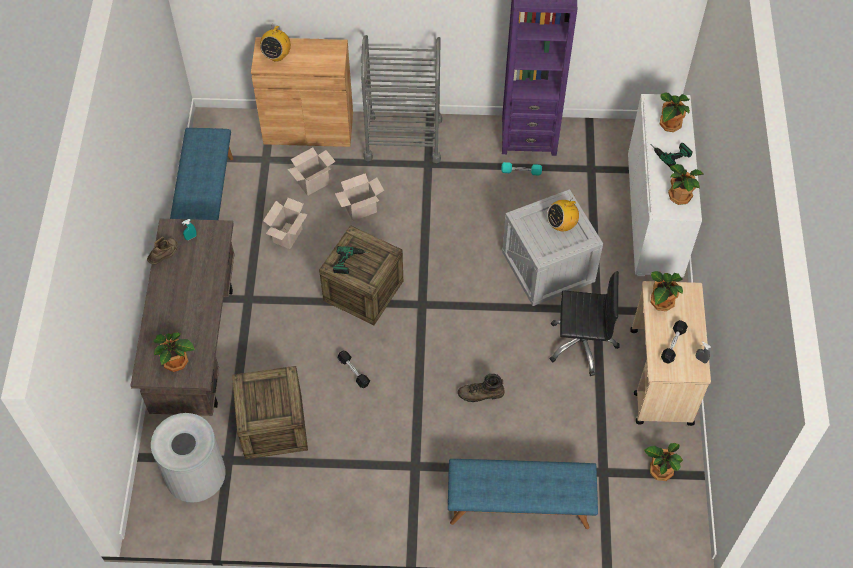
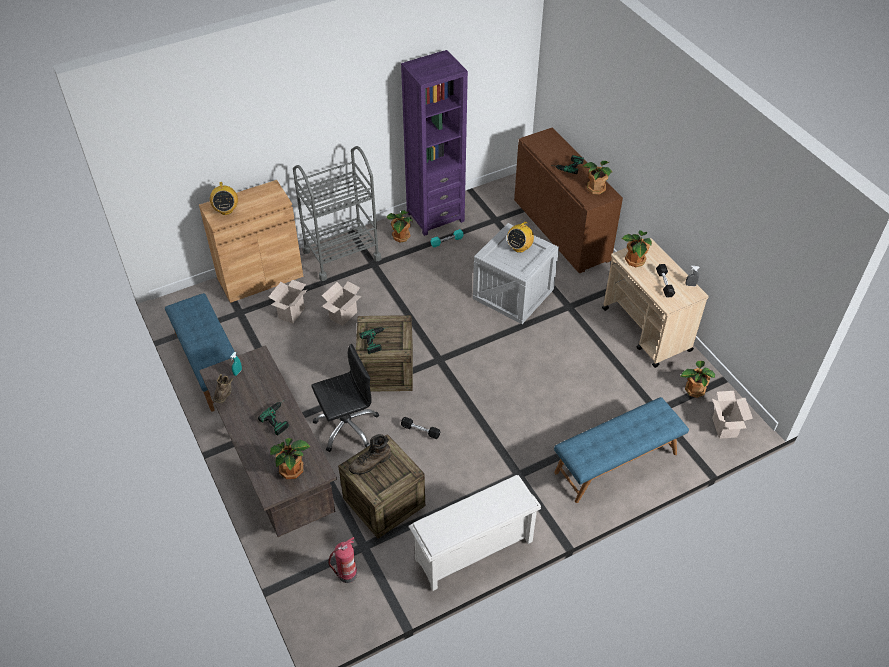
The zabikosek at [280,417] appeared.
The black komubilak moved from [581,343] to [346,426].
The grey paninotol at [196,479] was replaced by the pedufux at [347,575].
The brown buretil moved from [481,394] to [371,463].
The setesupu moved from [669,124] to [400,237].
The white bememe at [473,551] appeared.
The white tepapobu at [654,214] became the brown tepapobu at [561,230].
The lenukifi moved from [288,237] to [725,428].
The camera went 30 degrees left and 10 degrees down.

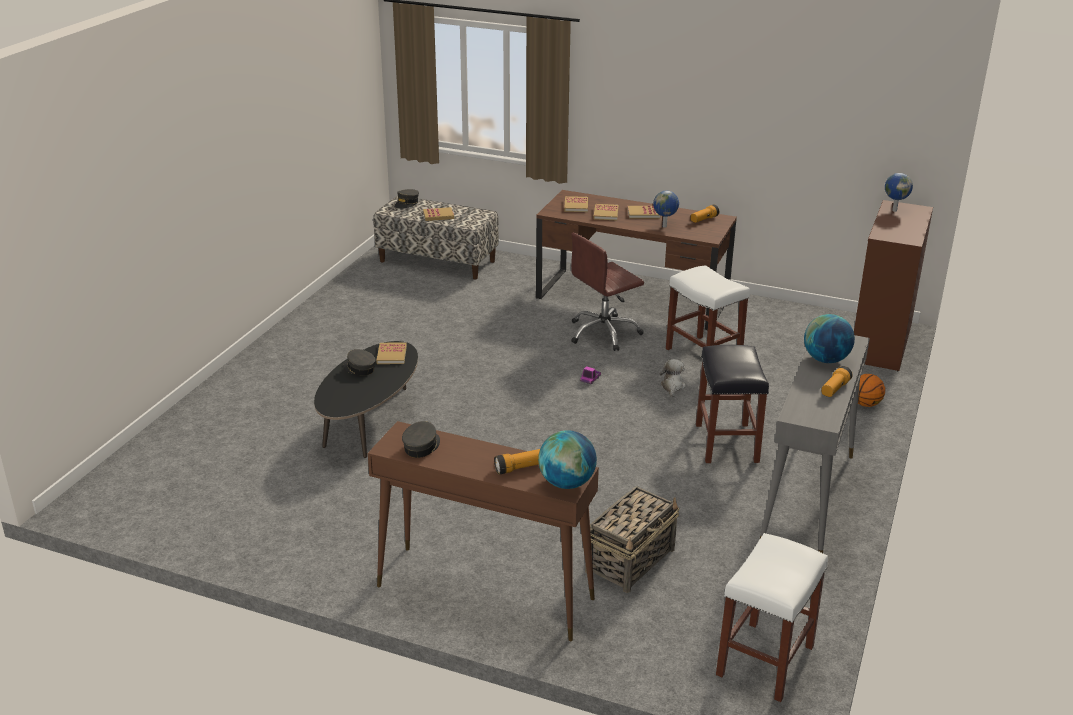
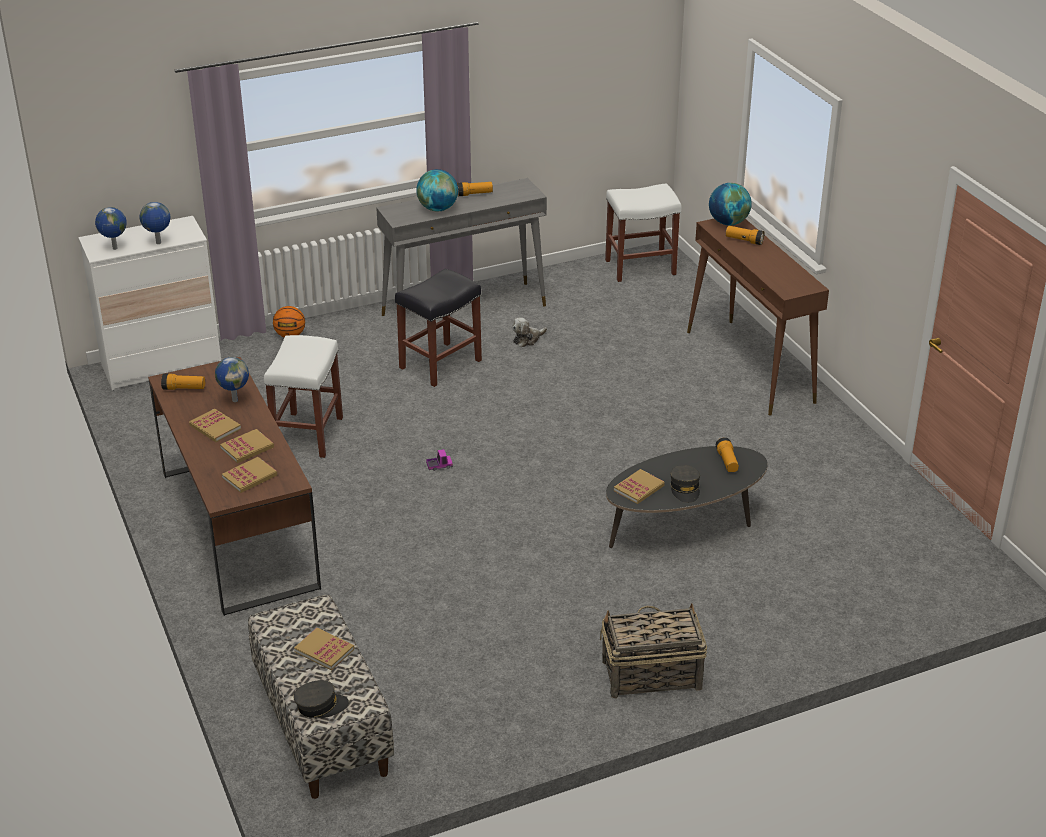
The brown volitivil at [880,343] became the white volitivil at [161,365].
The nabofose at [158,243] appeared.
The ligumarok moved from [672,387] to [527,339].
The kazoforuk moved from [631,560] to [650,675].
The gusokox at [727,462] appeared.
The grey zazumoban at [421,446] disappeared.
The brown komubilak at [604,333] disappeared.
The camera went 135 degrees left and 5 degrees up.

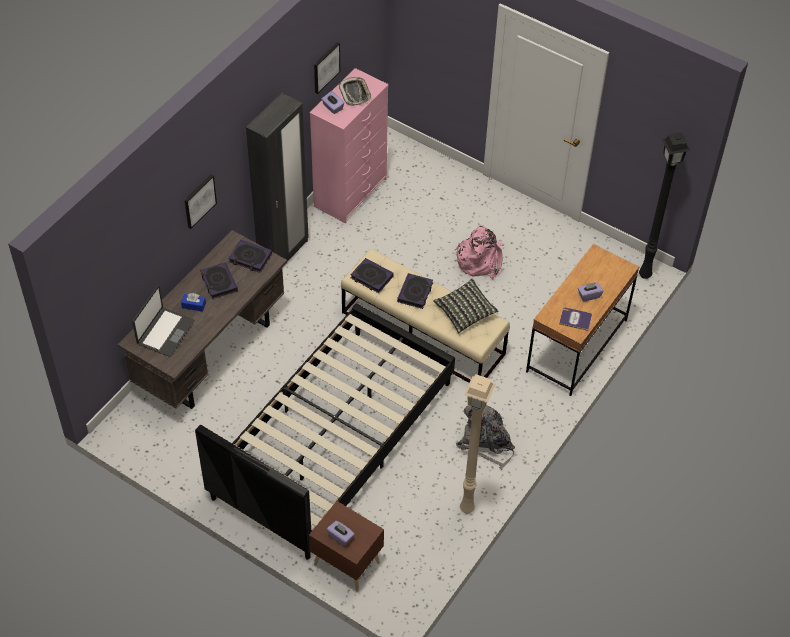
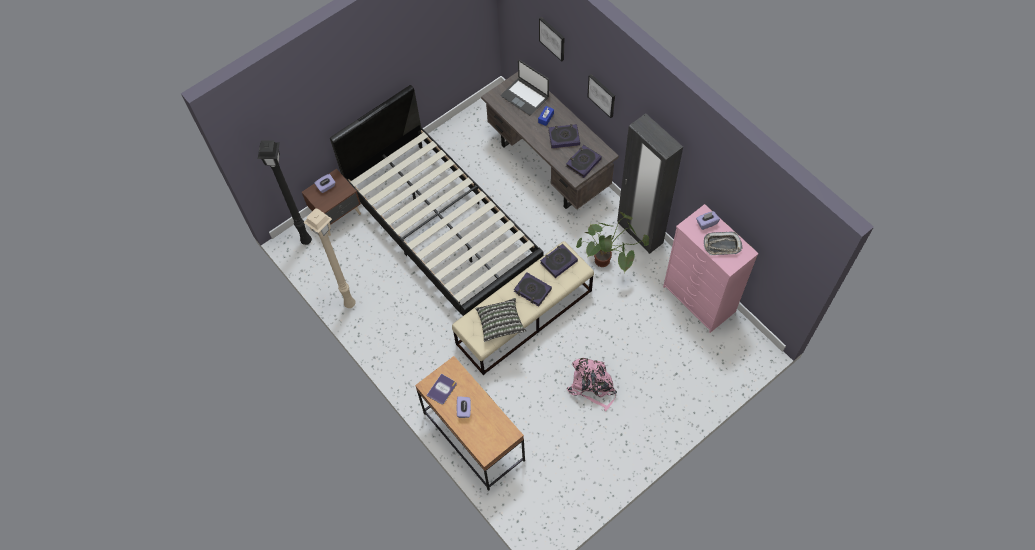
The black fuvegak moved from [646,275] to [305,241].
The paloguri moved from [325,67] to [552,38].
The setesupu at [609,258] appeared.
The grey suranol at [486,442] disappeared.
The camera went 110 degrees right and 10 degrees up.

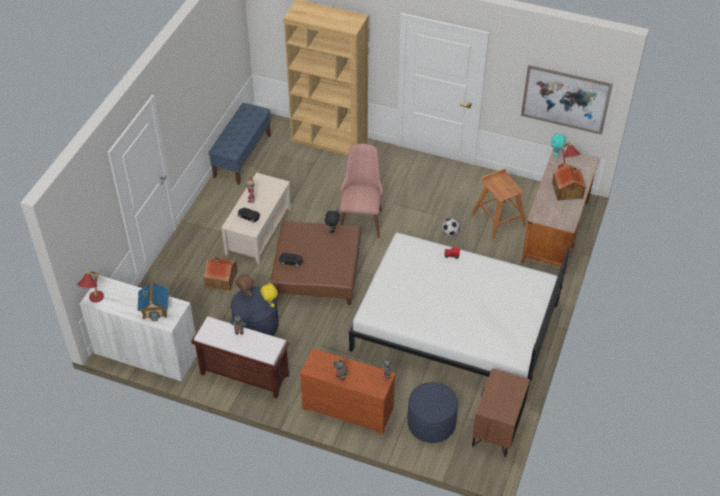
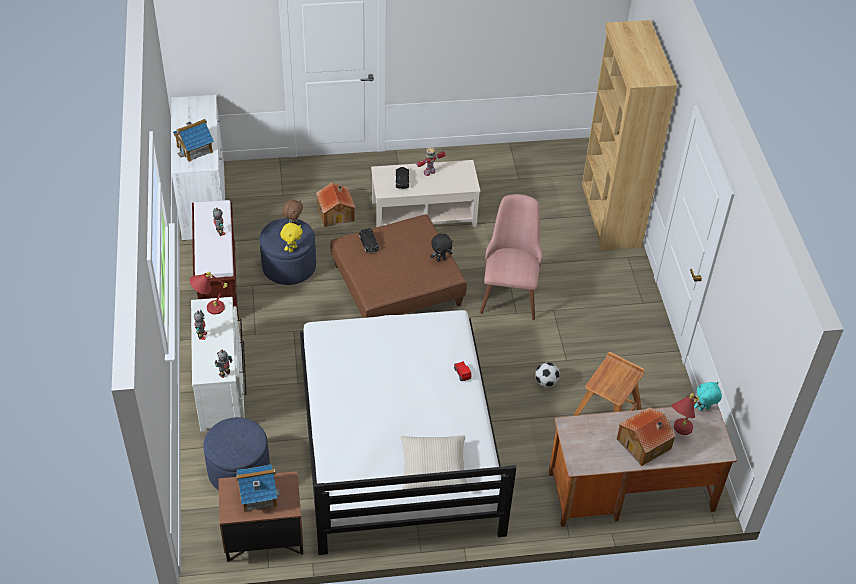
The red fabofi moved from [94,301] to [208,308].
The brown volitivil at [348,407] became the white volitivil at [222,387].
The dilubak at [258,495] appeared.
The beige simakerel at [433,468] appeared.
The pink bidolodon at [361,217] turned 60 degrees counterclockwise.
The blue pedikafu at [242,156] disappeared.
The paloguri at [565,99] disappeared.
The camera went 60 degrees right and 0 degrees up.

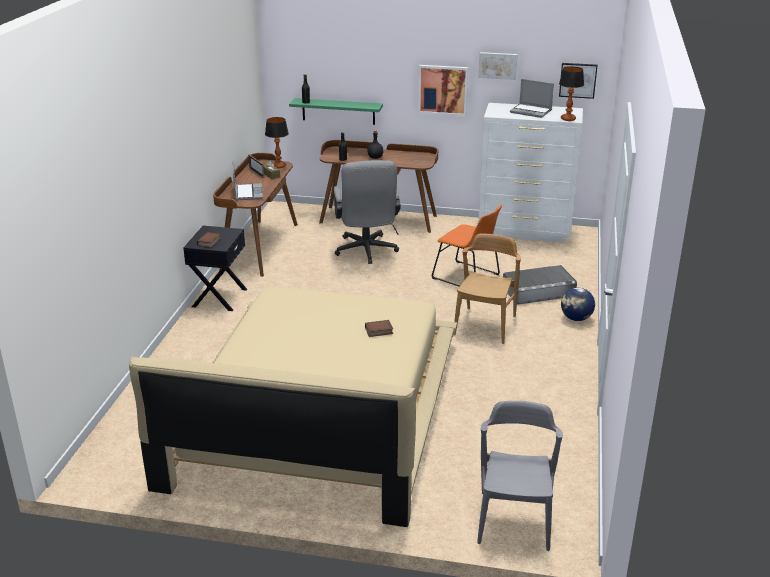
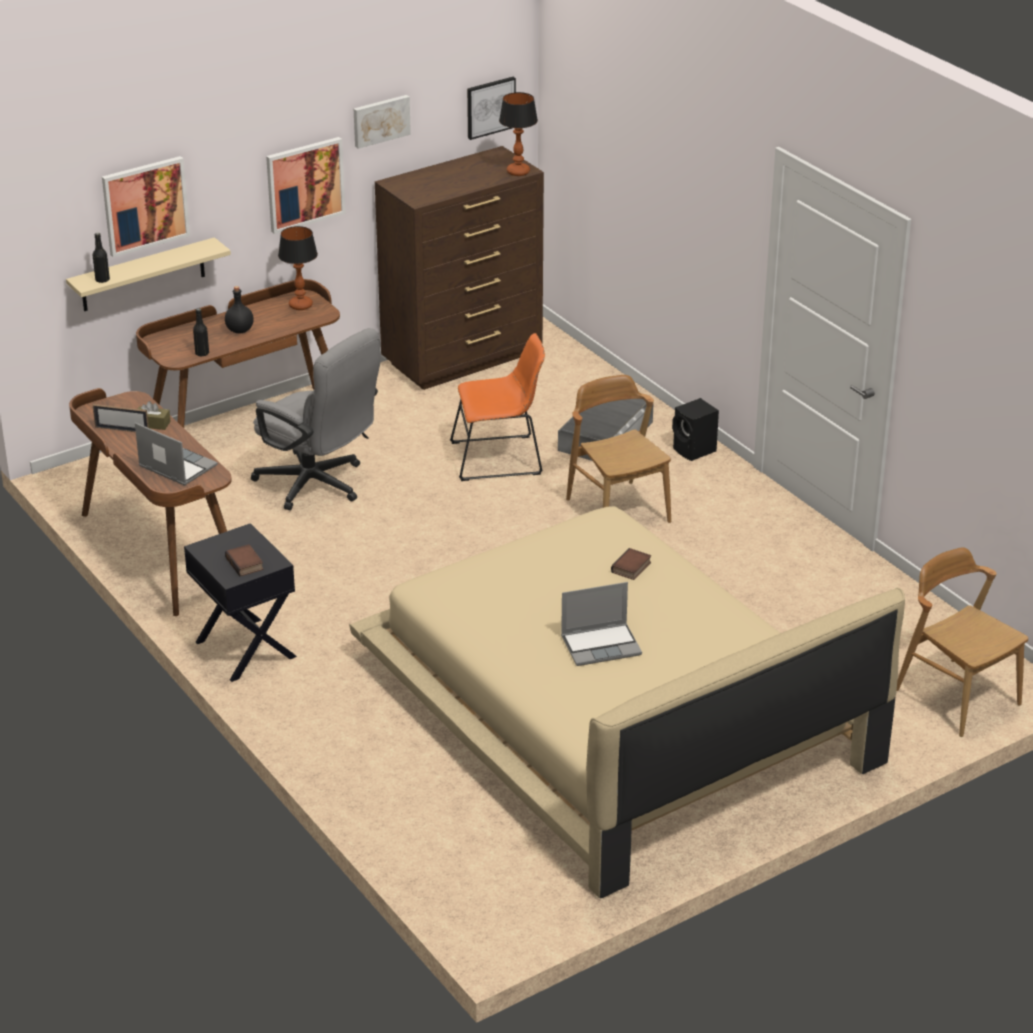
The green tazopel at [338,111] became the beige tazopel at [143,275].
The paloguri at [145,205] appeared.
The fabofi moved from [278,166] to [300,305].
The white volitivil at [525,231] became the brown volitivil at [464,359].
The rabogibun moved from [531,111] to [601,645].
The nabofose at [576,318] was replaced by the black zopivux at [695,451].
The grey bidolodon at [514,520] became the brown bidolodon at [957,697].
The camera went 45 degrees left and 5 degrees up.

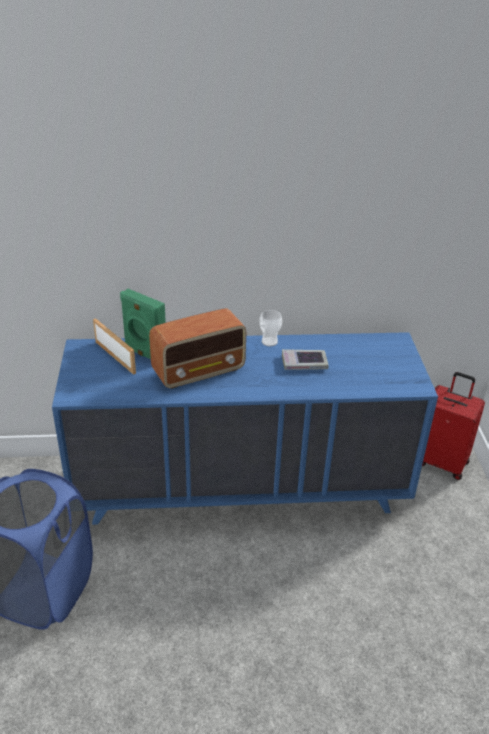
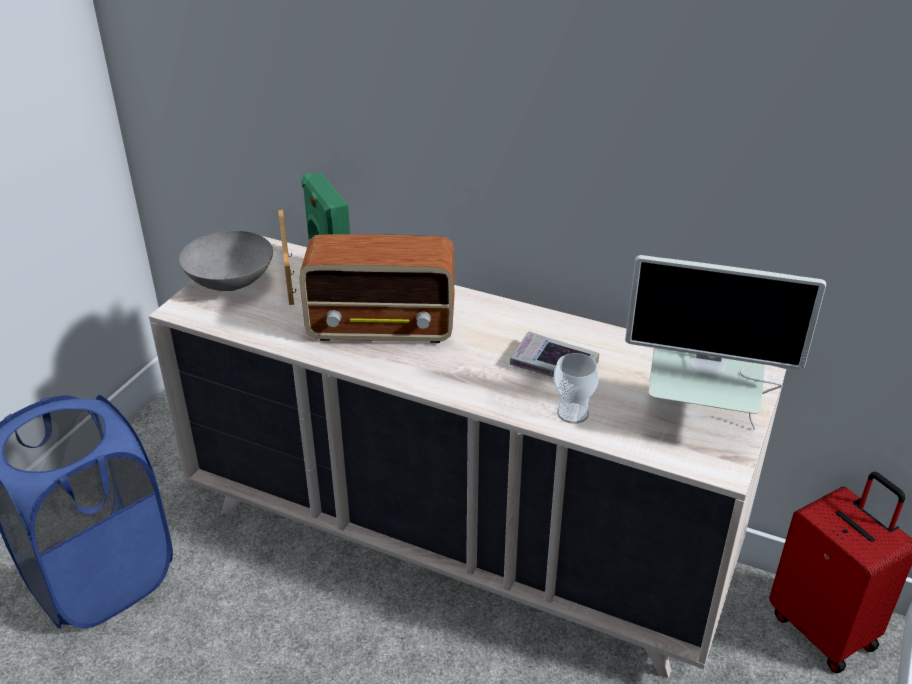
The blue volitivil at [241,488] became the beige volitivil at [457,541].
The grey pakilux at [230,284] appeared.
The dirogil moved from [269,342] to [572,413].
The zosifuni at [699,420] appeared.
The camera went 30 degrees right and 0 degrees up.

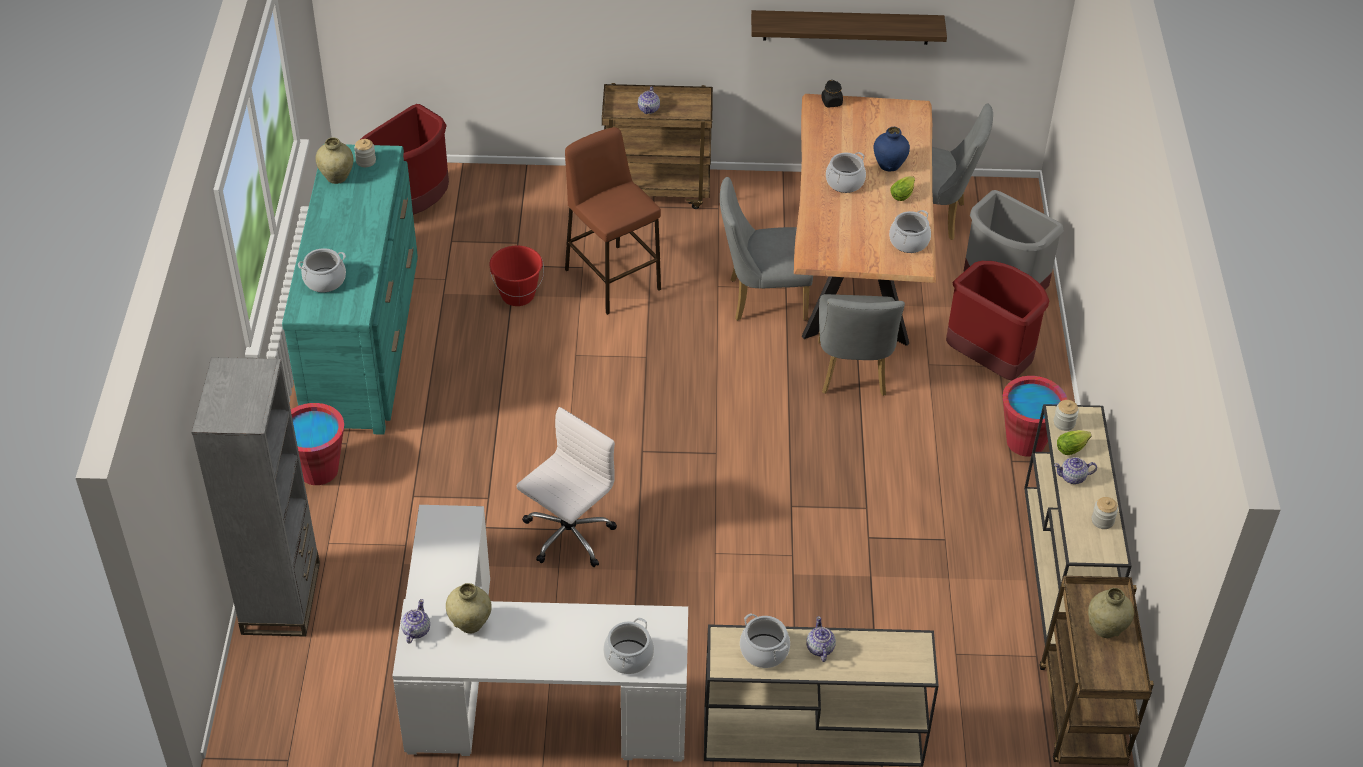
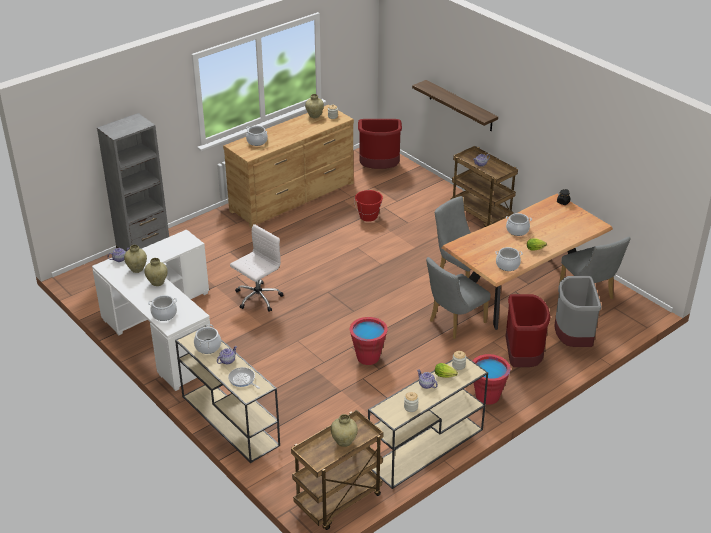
The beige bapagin at [157,283] appeared.
The turquoise volitivil at [363,339] became the brown volitivil at [293,197].
The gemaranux at [242,380] appeared.
The white komubilak at [567,536] turned 45 degrees counterclockwise.
The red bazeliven moved from [318,470] to [368,357].
The tazopel moved from [846,27] to [460,106].
The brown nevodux at [612,279] disappeared.
The blue bapagin at [889,166] disappeared.
The camera went 50 degrees right and 10 degrees down.

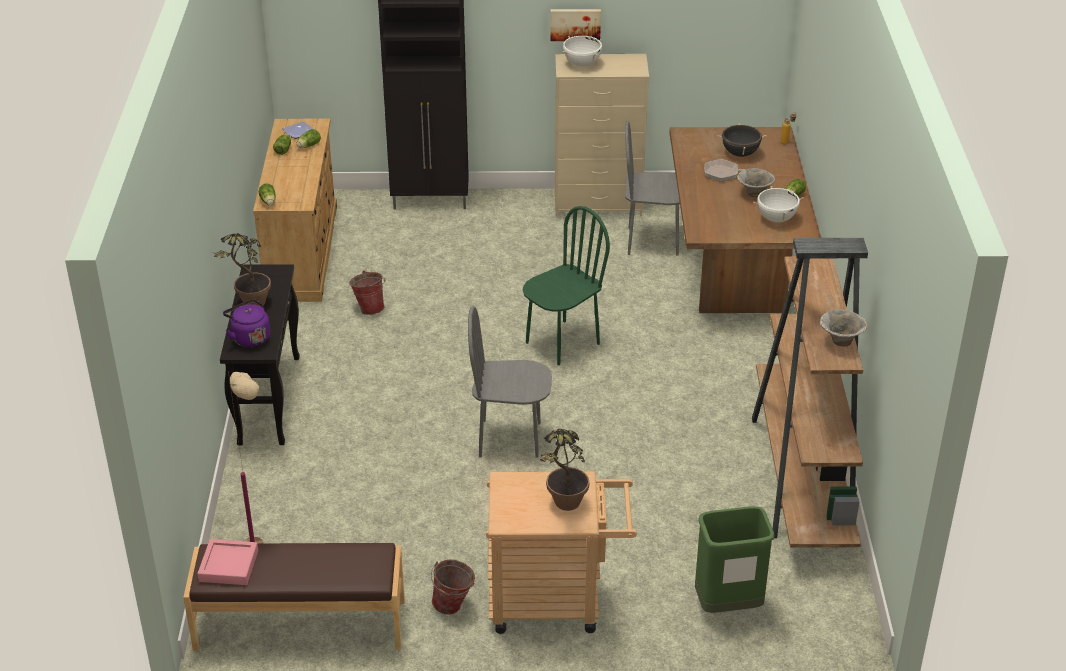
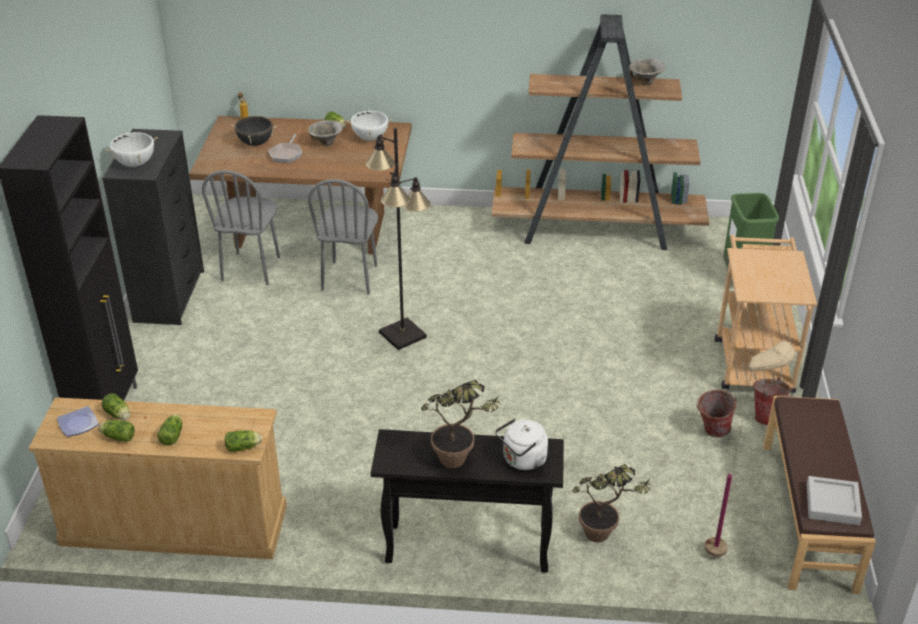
The beige volitivil at [598,204] became the black volitivil at [169,295].
The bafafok at [173,435] appeared.
The grey bidolodon moved from [510,439] to [350,278].
The green bidolodon at [562,343] was replaced by the black fuvegak at [402,334].
The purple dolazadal at [249,337] became the white dolazadal at [522,460].
The setesupu moved from [563,508] to [605,537].
The bazeliven moved from [369,308] to [711,431].
The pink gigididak at [228,566] became the grey gigididak at [832,504].
The paloguri at [575,24] disappeared.
The camera went 85 degrees left and 0 degrees up.

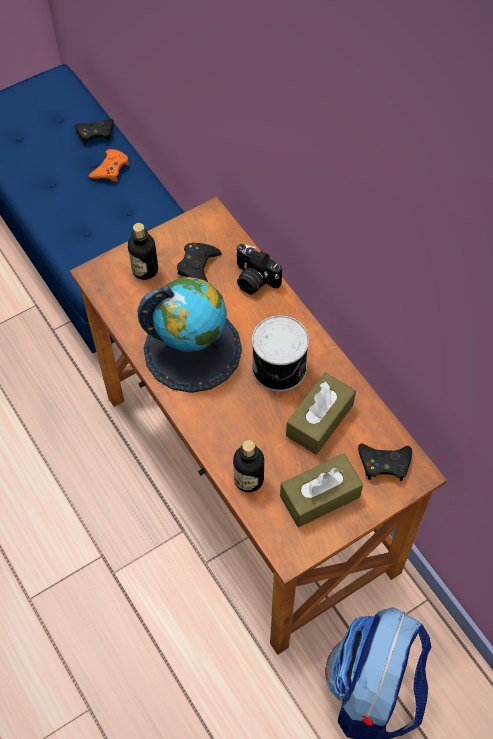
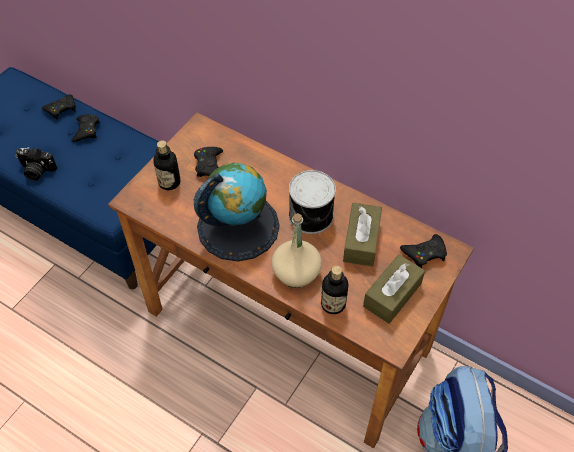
The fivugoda moved from [253,280] to [36,171].
The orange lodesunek at [110,169] became the black lodesunek at [86,130].
The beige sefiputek at [296,272] appeared.
The camera went 25 degrees left and 5 degrees down.

